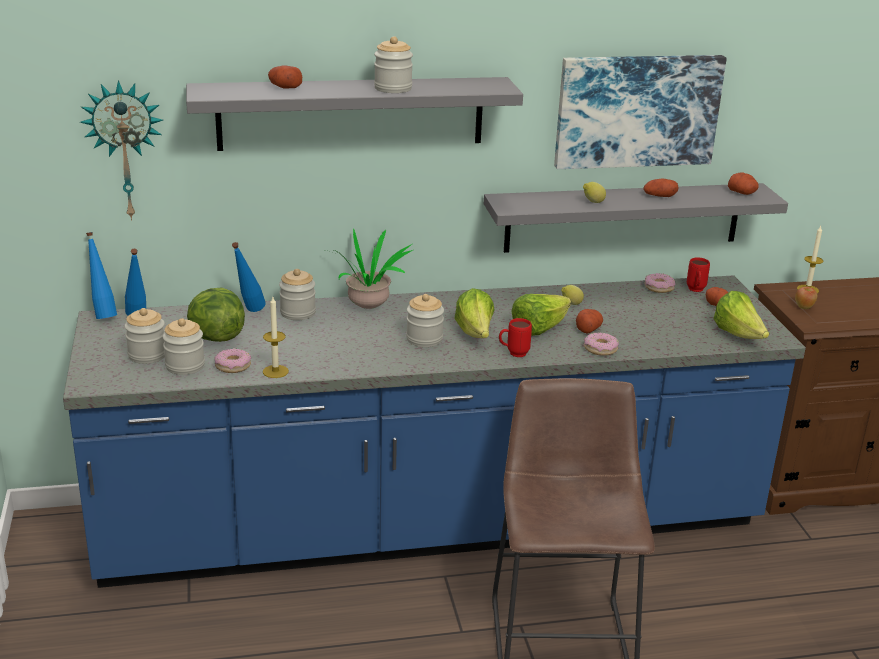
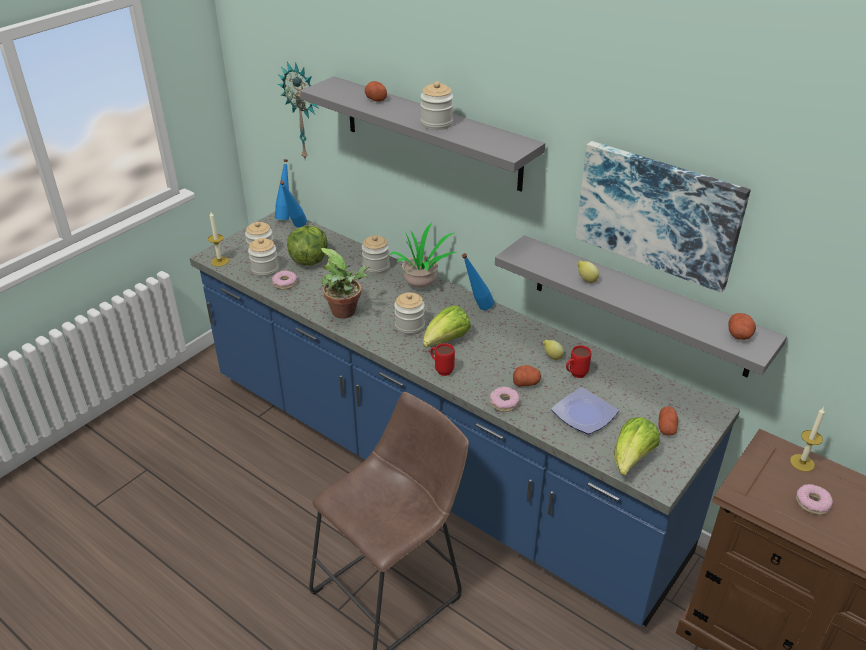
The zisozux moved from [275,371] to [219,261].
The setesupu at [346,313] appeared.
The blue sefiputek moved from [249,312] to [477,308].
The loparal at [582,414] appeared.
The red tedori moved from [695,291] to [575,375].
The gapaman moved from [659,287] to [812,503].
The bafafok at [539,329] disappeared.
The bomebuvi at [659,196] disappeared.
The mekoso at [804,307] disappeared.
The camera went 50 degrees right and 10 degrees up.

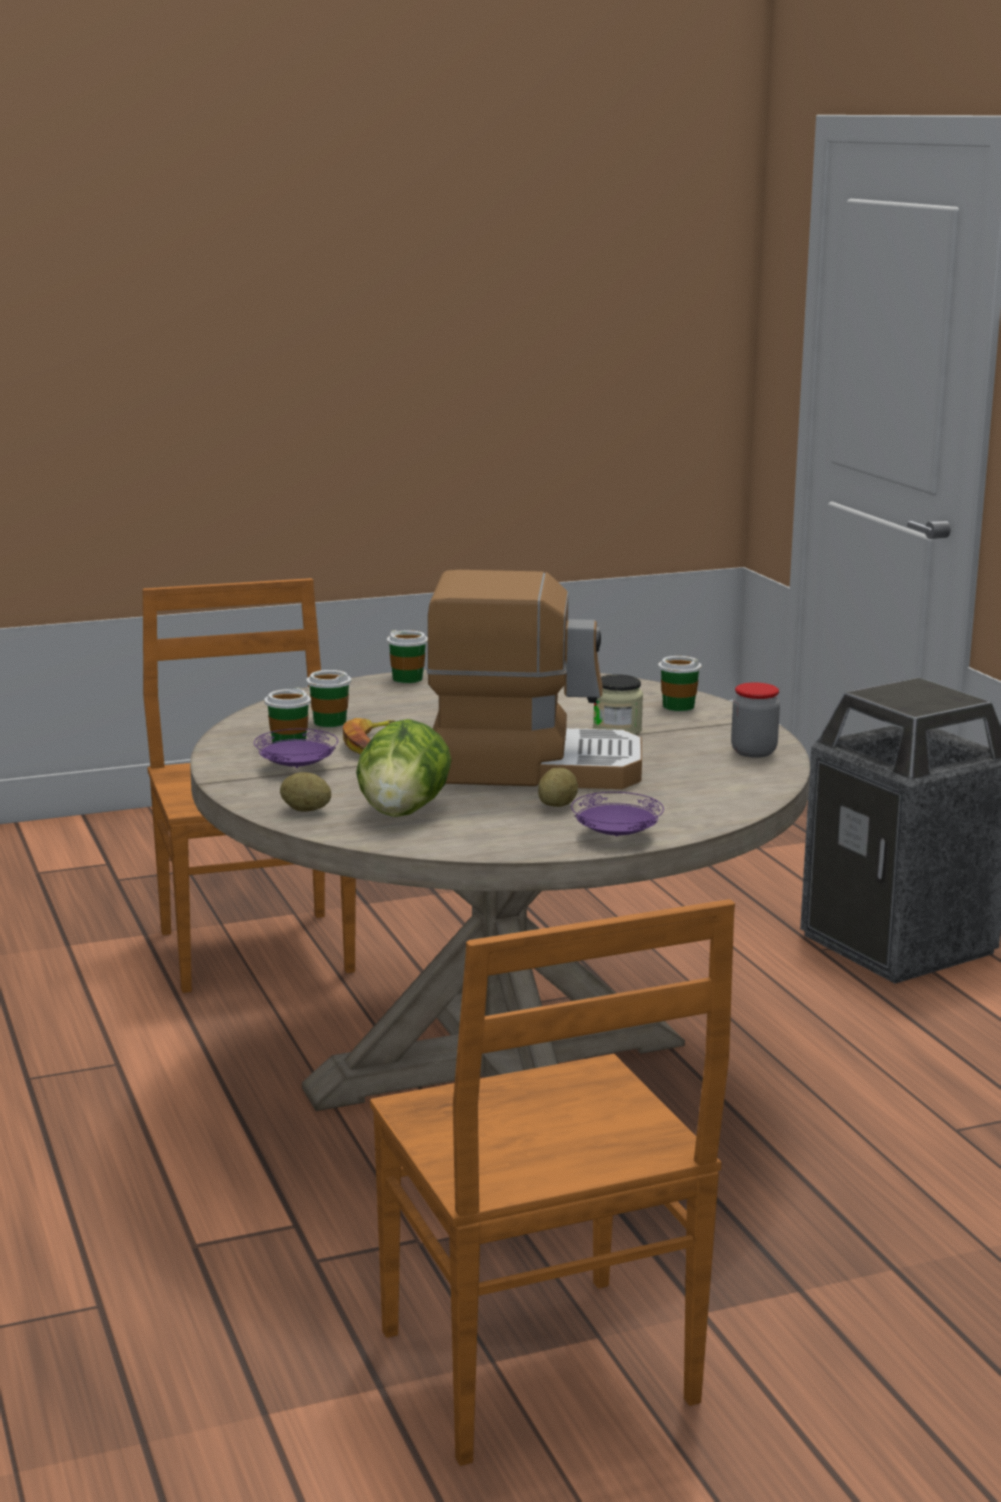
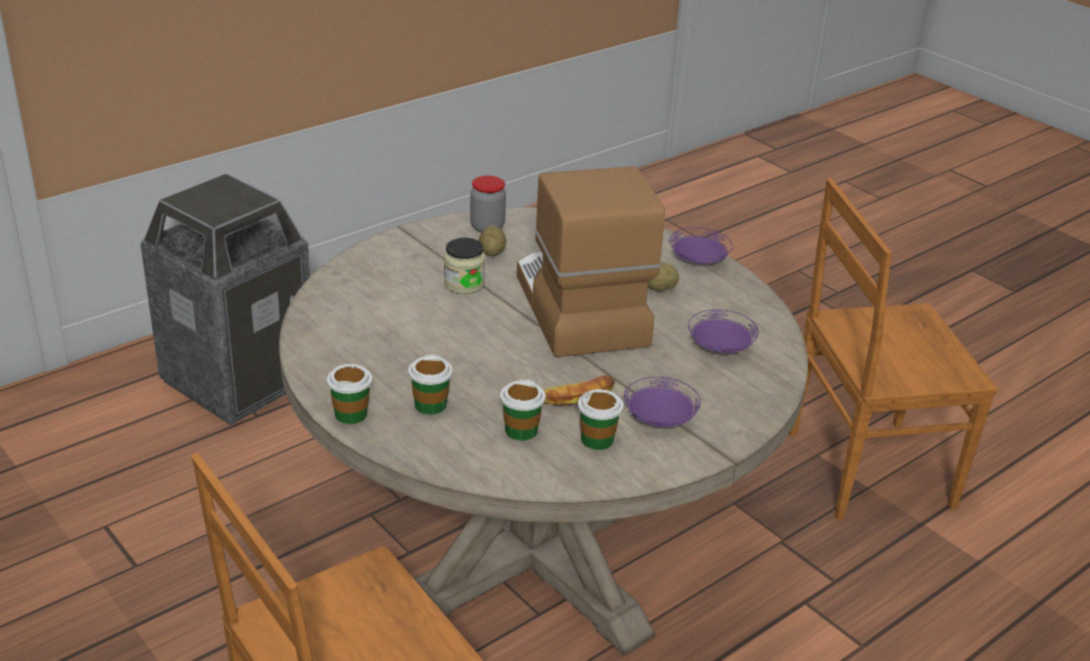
The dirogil moved from [678,706] to [430,405].
The bomebuvi moved from [306,810] to [492,252].
The bafafok at [403,812] was replaced by the purple loparal at [720,347].
The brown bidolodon at [540,1372] turned 150 degrees counterclockwise.
The camera went 110 degrees left and 15 degrees up.

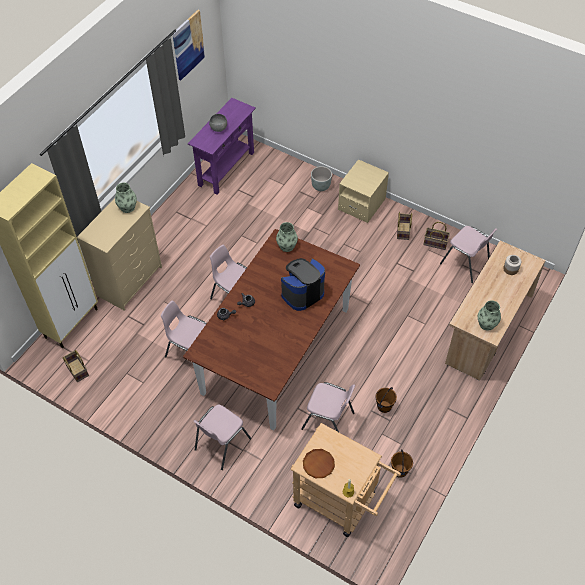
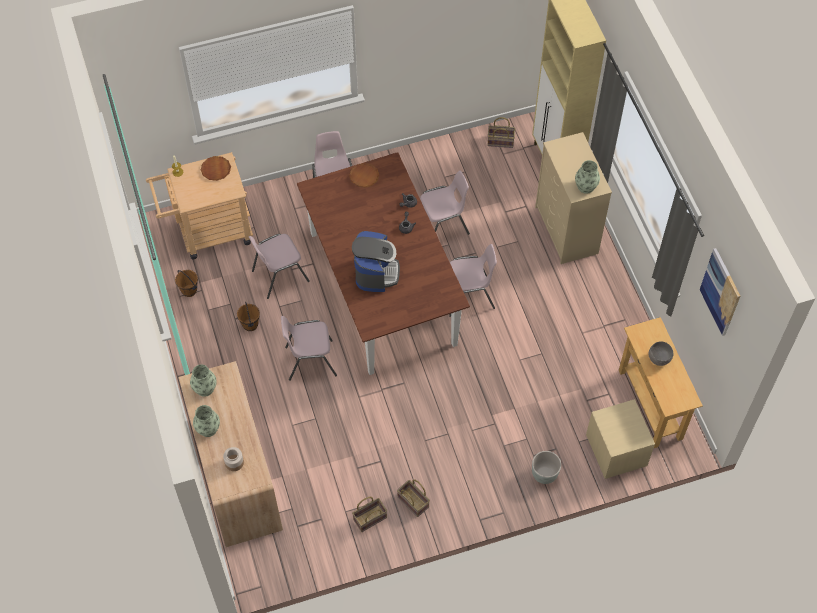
The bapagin moved from [287,246] to [208,429].
The pink bidolodon moved from [465,264] to [310,360].
The brown loparal at [364,176] appeared.
The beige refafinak moved from [361,204] to [616,450].
The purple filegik at [226,169] became the beige filegik at [650,404].
The camera went 130 degrees right and 5 degrees up.

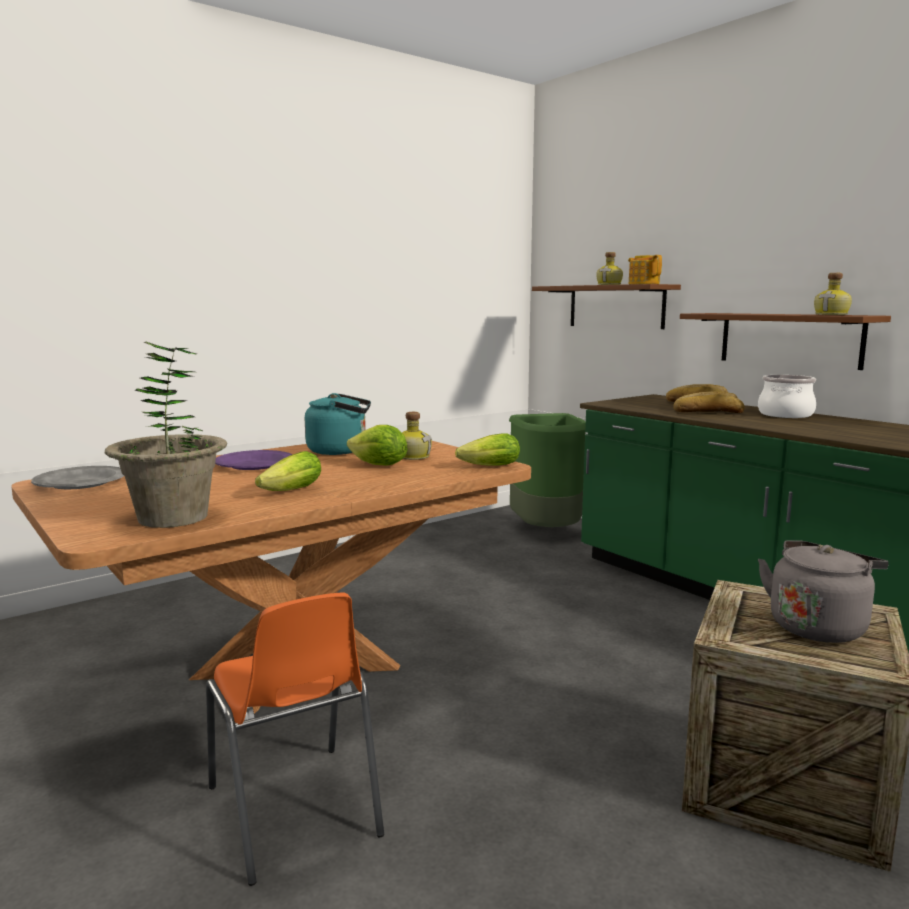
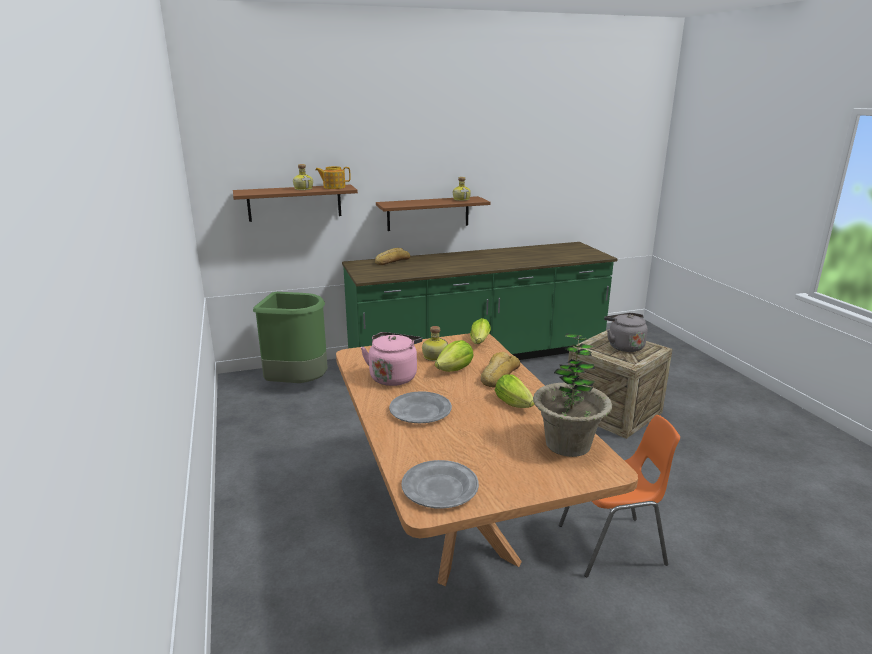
The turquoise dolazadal at [341,451] became the pink dolazadal at [394,376].
The purple loparal at [255,465] became the grey loparal at [420,411].
The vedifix moved from [707,412] to [498,375].
The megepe at [784,414] disappeared.
The camera went 70 degrees left and 10 degrees up.

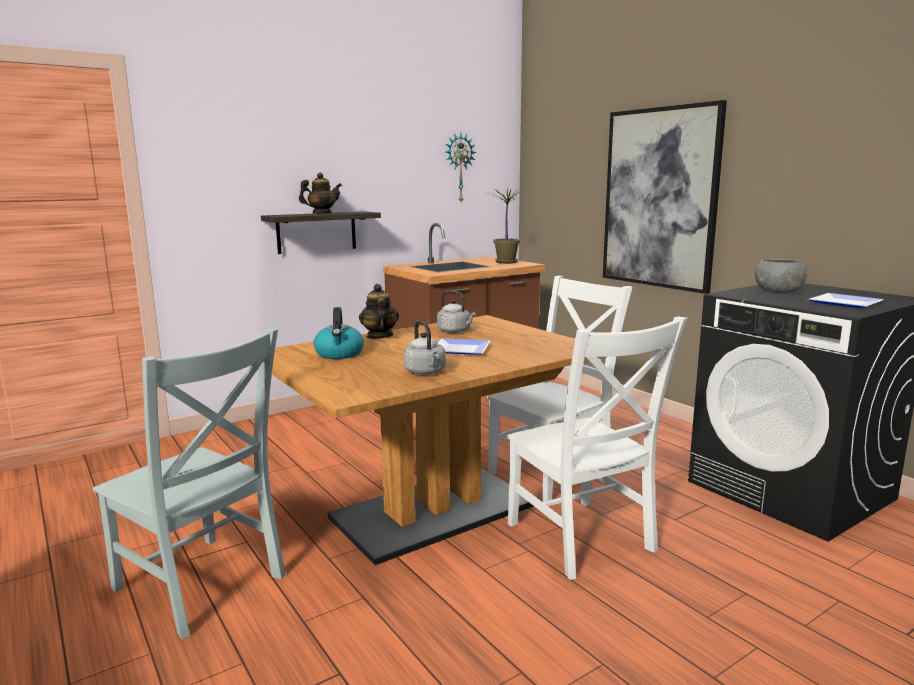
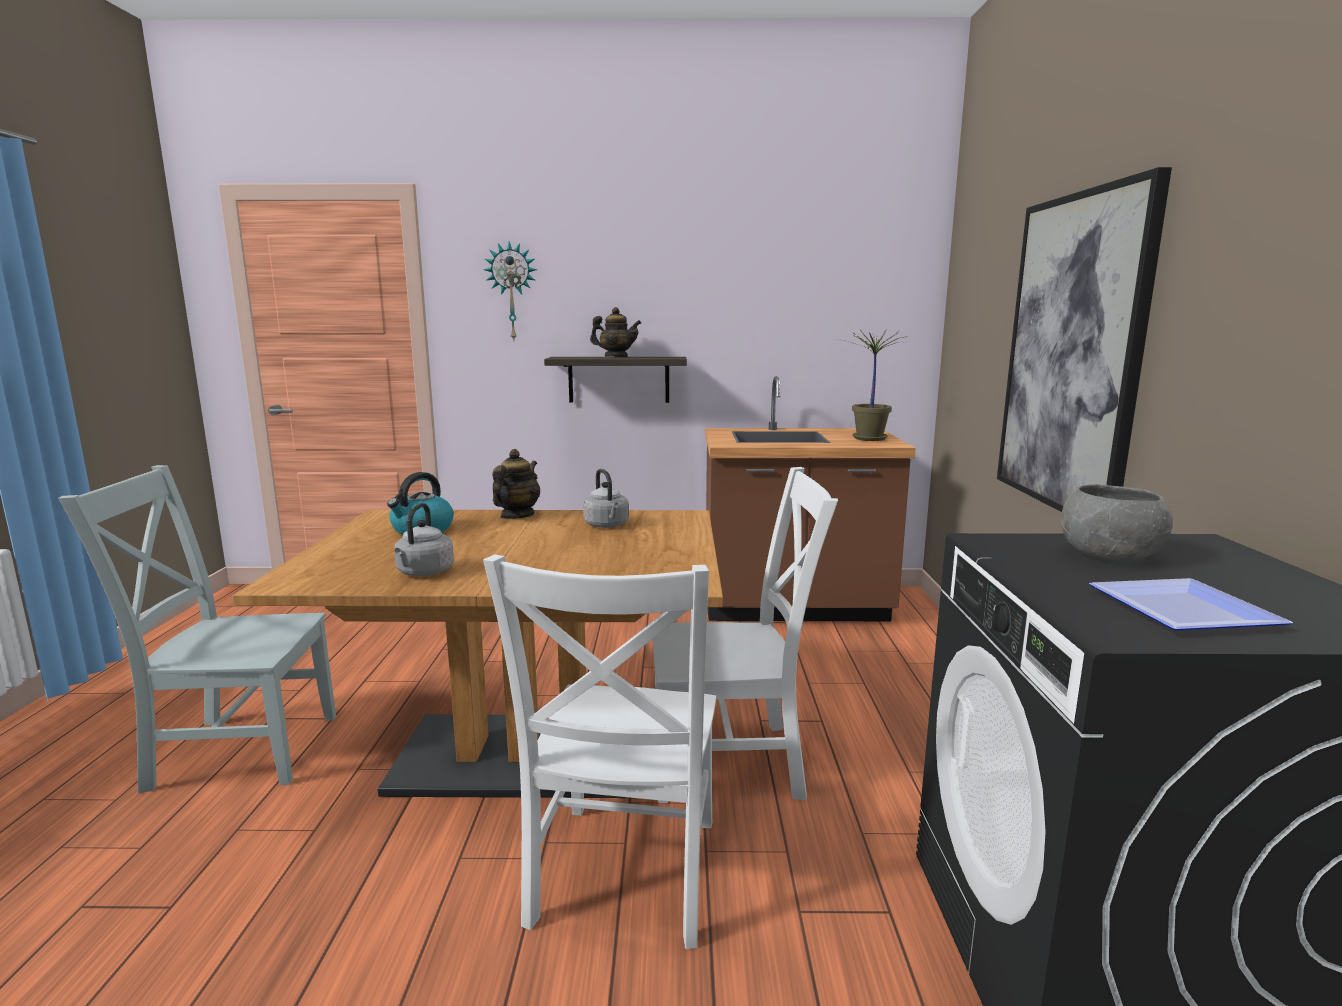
The grey bidolodon at [203,586] turned 105 degrees clockwise.
The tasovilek moved from [459,168] to [512,292].
The loparal at [459,349] disappeared.
The camera went 35 degrees right and 0 degrees up.

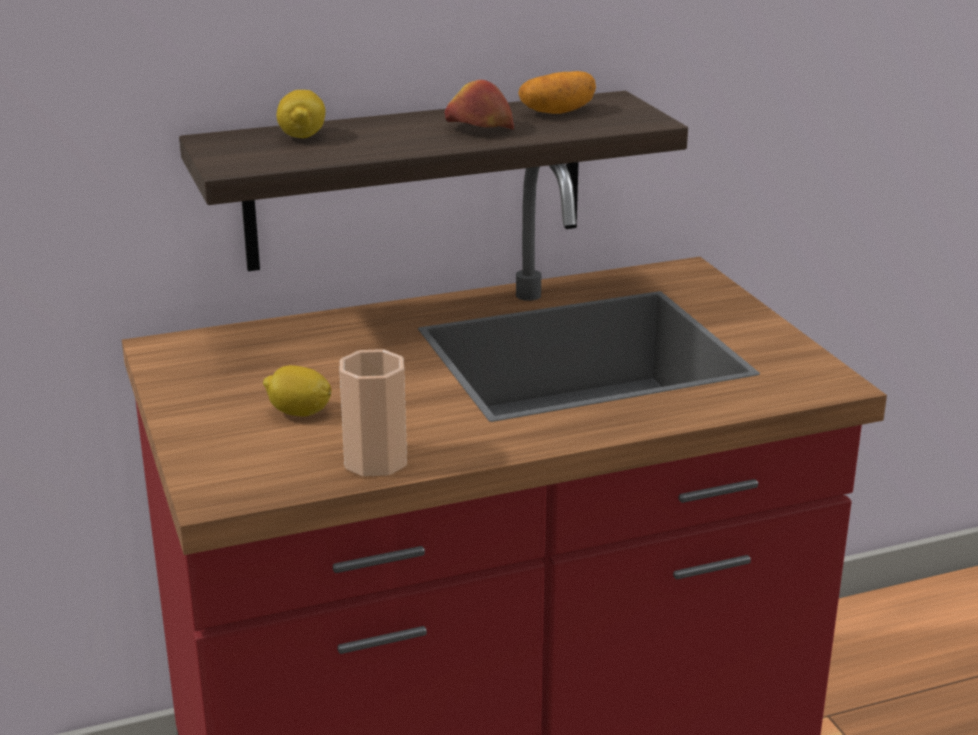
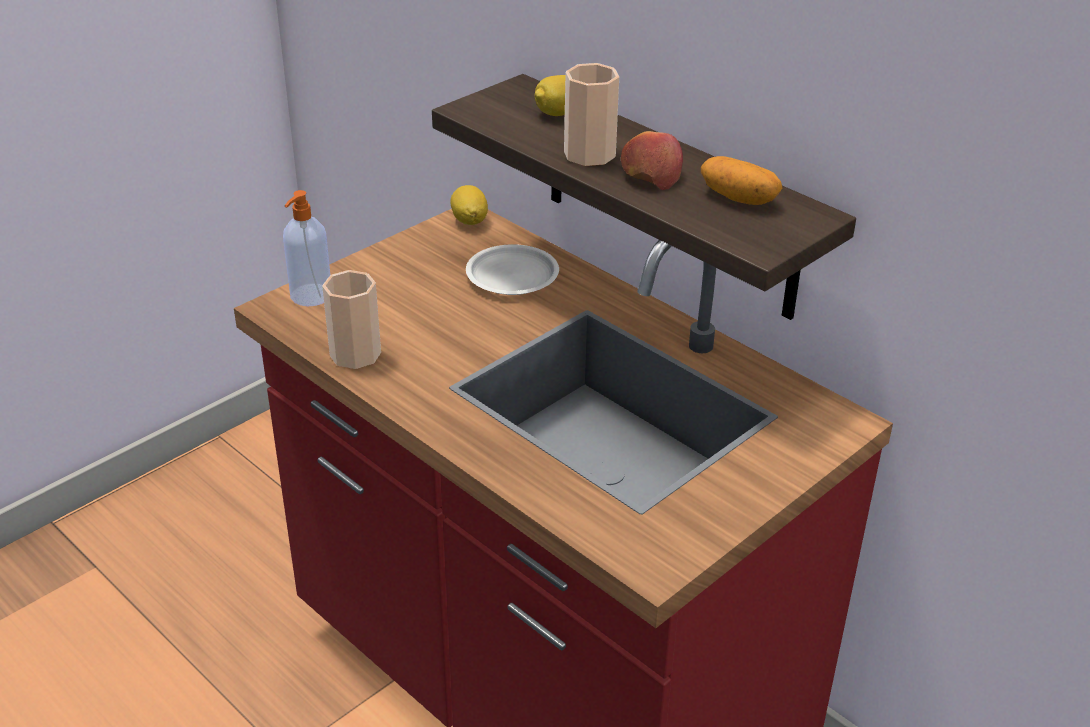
The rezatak at [310,296] appeared.
The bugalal moved from [299,413] to [469,220].
The white loparal at [512,277] appeared.
The dirogil at [589,154] appeared.
The camera went 65 degrees right and 10 degrees up.

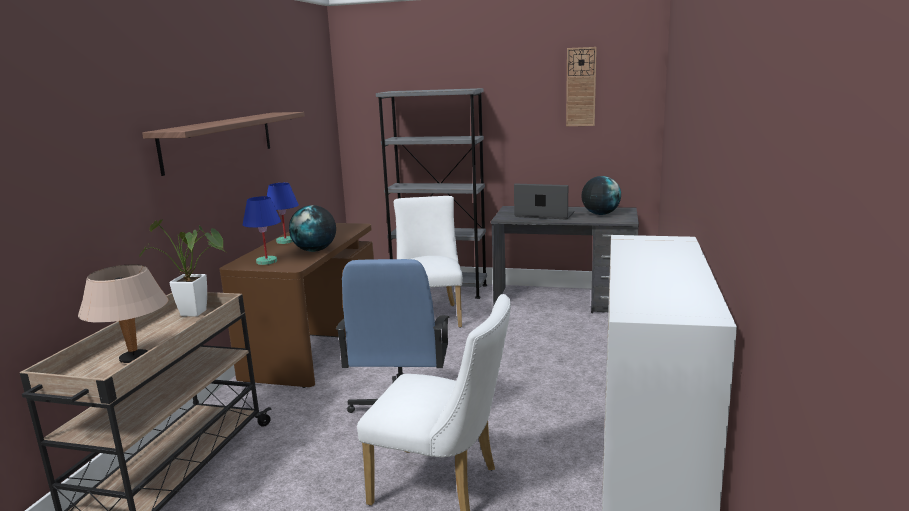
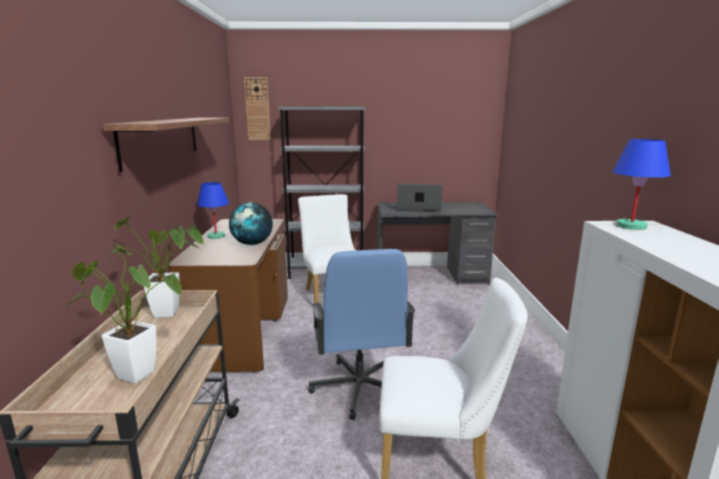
The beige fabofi at [135,358] was replaced by the setesupu at [131,373].
The tasovilek moved from [581,87] to [257,109].
The blue fabofi moved from [266,262] to [631,226].
The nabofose at [600,214] disappeared.
The camera went 15 degrees left and 0 degrees up.

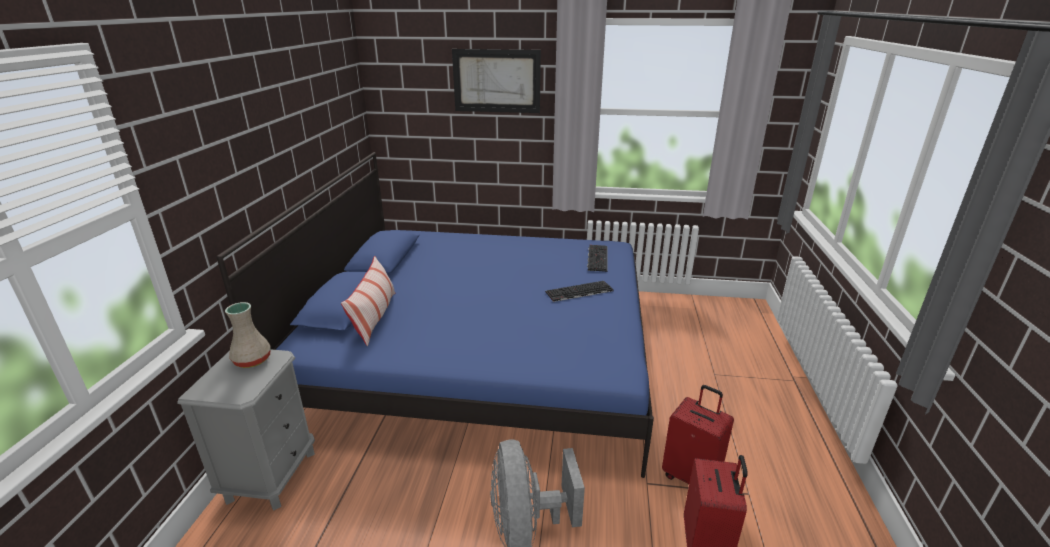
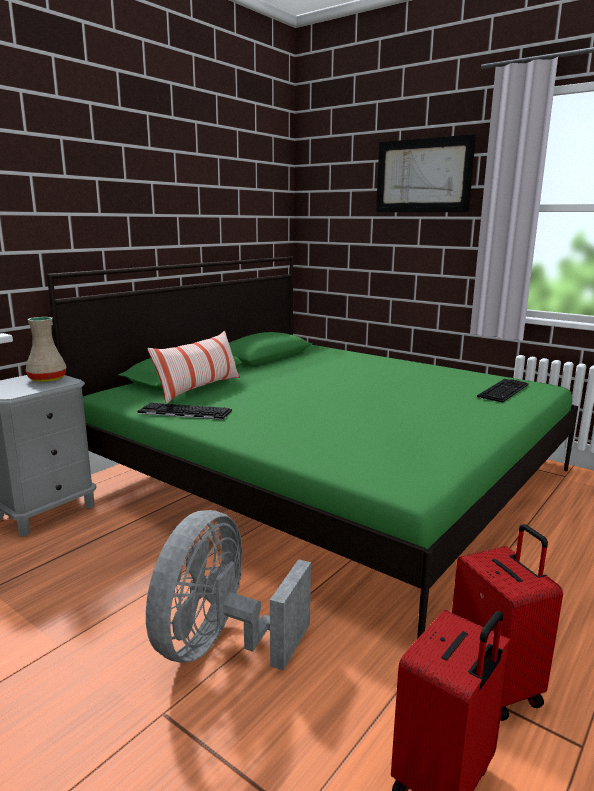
The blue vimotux at [483,353] became the green vimotux at [328,477].
The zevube moved from [579,292] to [183,412].
The camera went 30 degrees right and 10 degrees down.

